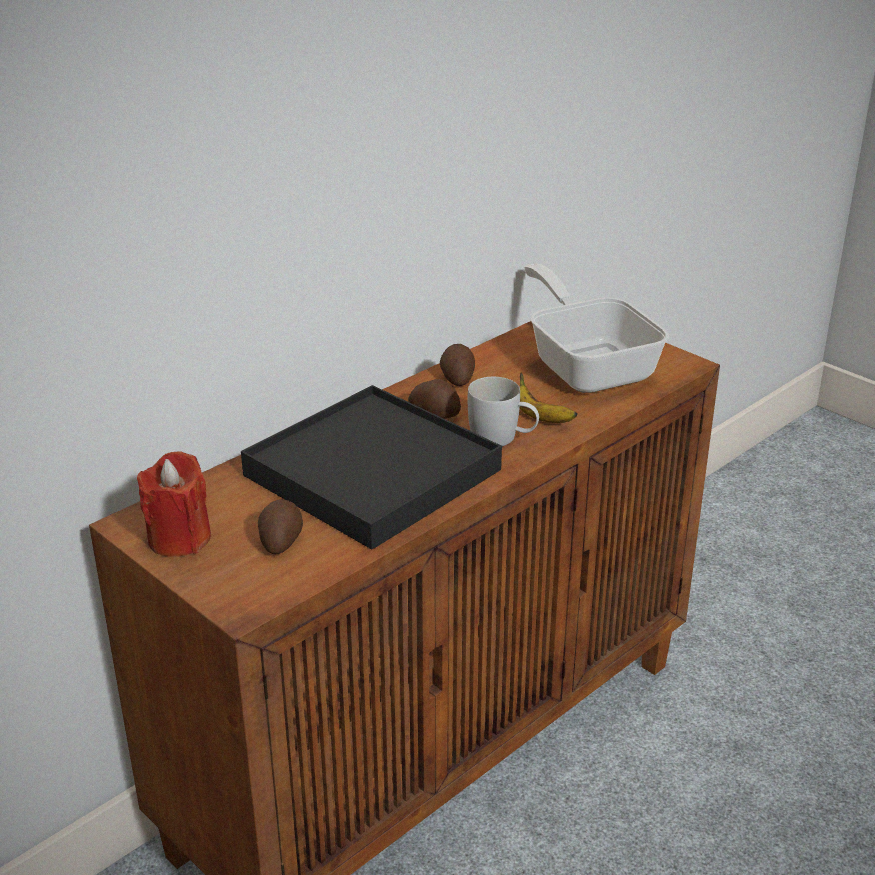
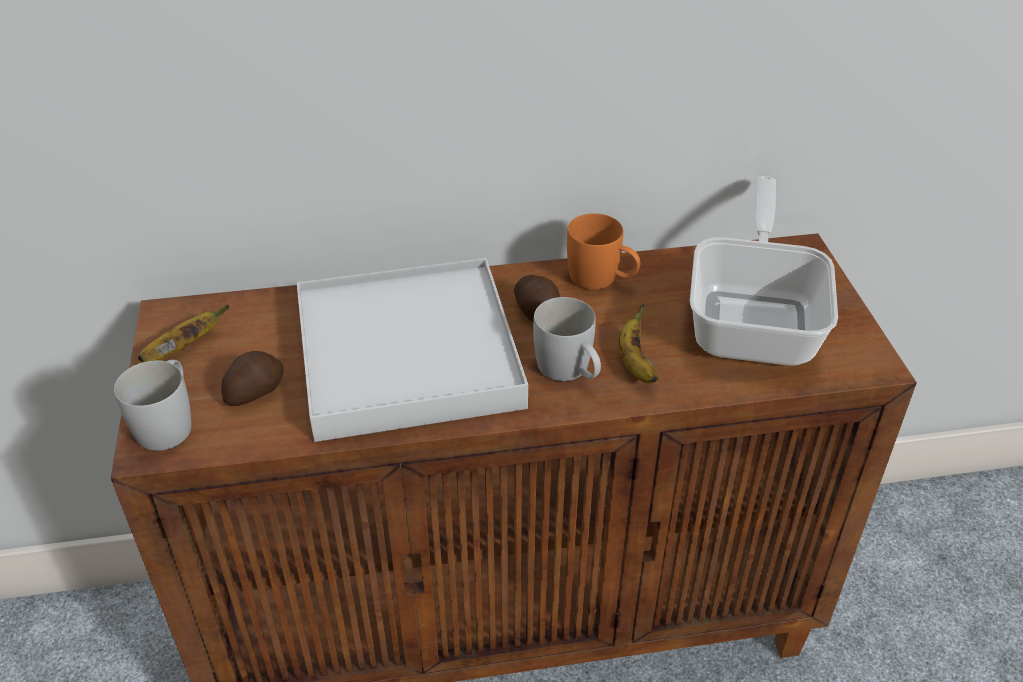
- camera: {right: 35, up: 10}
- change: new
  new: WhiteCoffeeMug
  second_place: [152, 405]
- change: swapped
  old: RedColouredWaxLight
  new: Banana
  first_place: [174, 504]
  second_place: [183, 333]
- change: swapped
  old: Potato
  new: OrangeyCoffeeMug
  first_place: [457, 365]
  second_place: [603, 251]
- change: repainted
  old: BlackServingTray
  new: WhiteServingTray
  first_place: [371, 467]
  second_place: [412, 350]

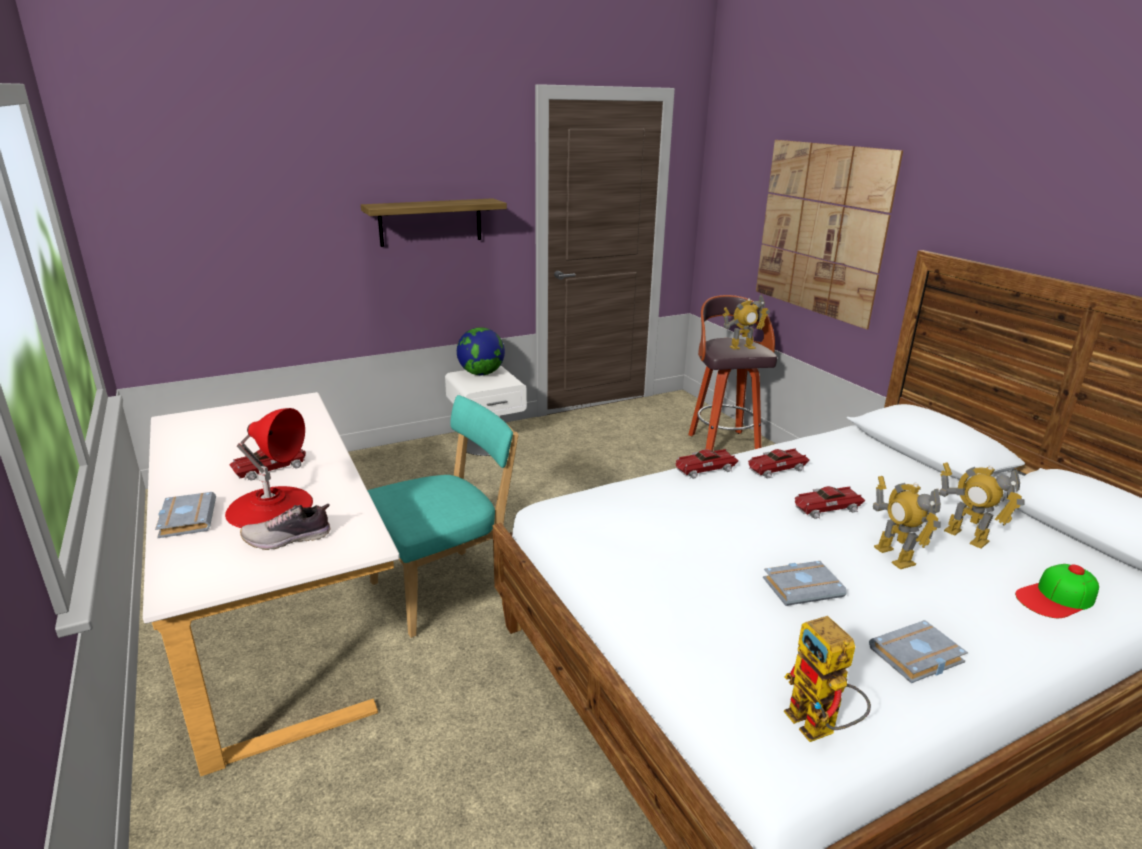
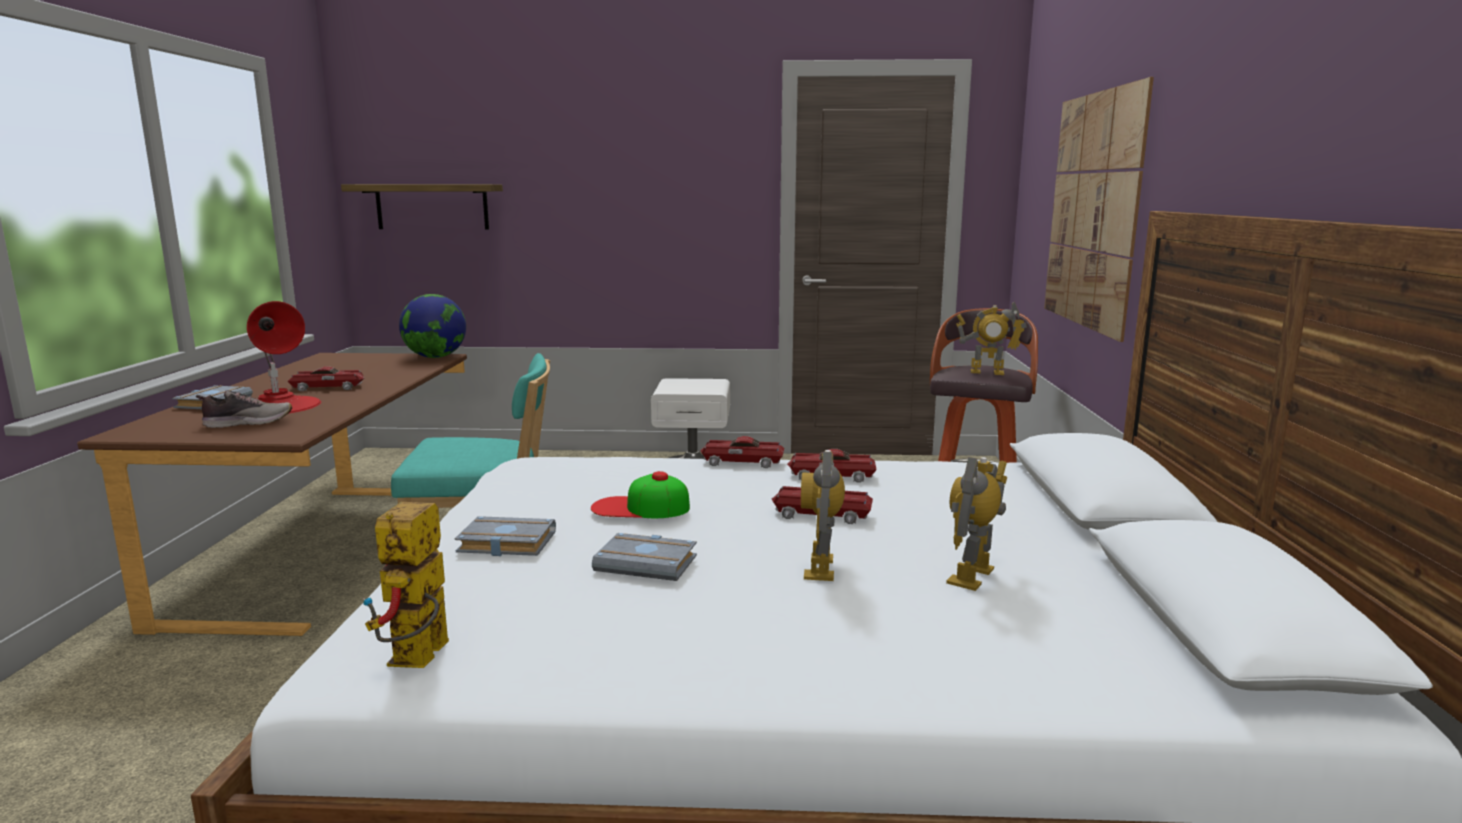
- camera: {right: 30, up: -10}
- change: shifted
  old: Shelf
  first_place: [434, 222]
  second_place: [422, 207]
- change: shifted
  old: WorldGlobe
  first_place: [481, 351]
  second_place: [432, 326]
- change: shifted
  old: GreyVolume
  first_place: [918, 651]
  second_place: [505, 536]
- change: shifted
  old: PeakedCap
  first_place: [1057, 591]
  second_place: [640, 494]
- change: repainted
  old: WhiteDesk
  new: BrownDesk
  first_place: [271, 584]
  second_place: [272, 494]
- change: rotated
  old: LowShoe
  first_place: [285, 527]
  second_place: [244, 409]
  degrees: 150
- change: rotated
  old: ToyRobot
  first_place: [981, 505]
  second_place: [976, 524]
  degrees: 45

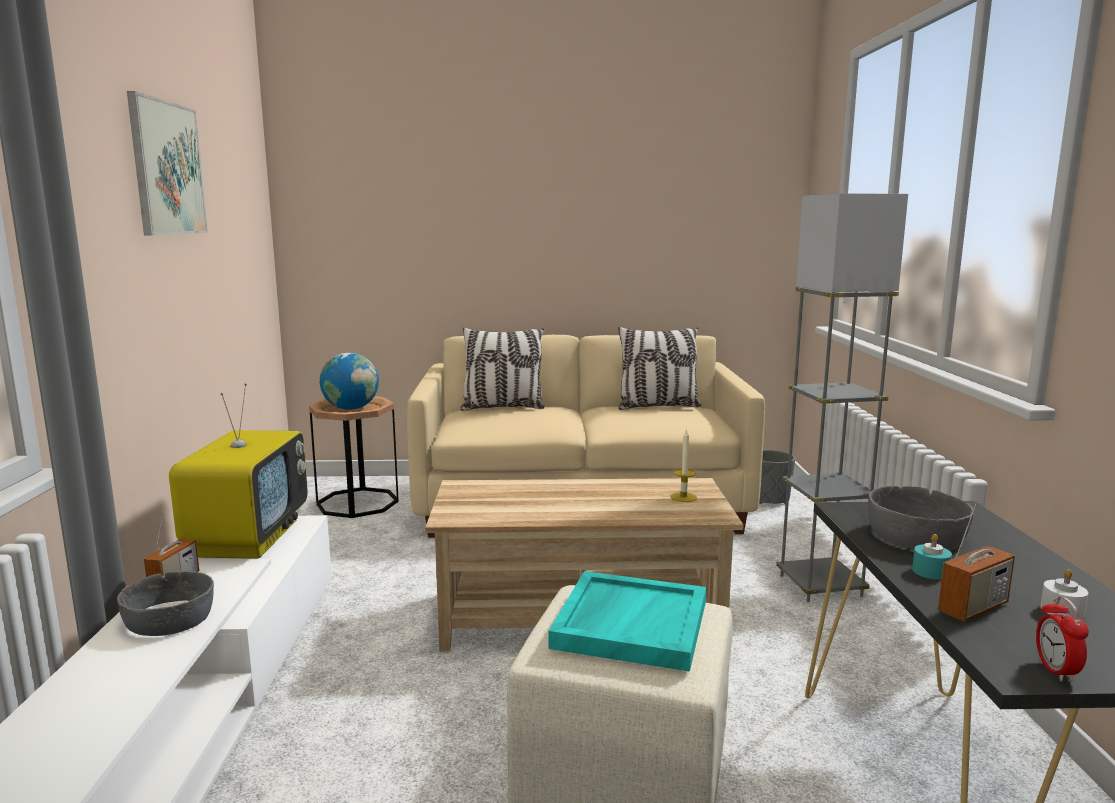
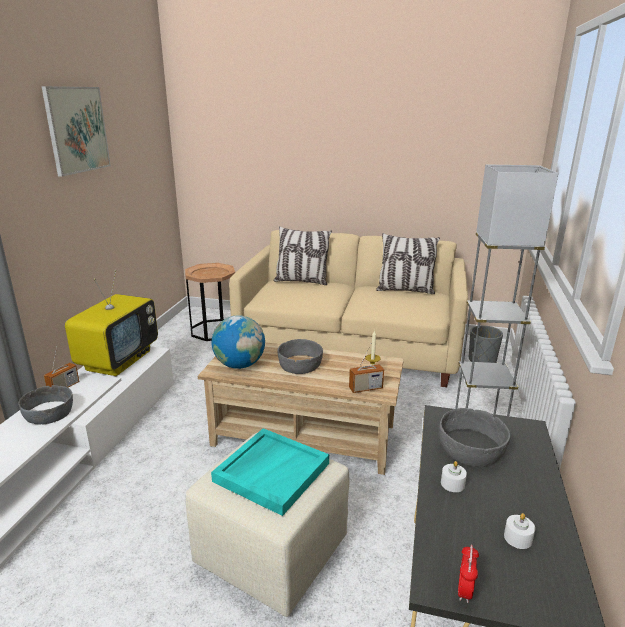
- camera: {right: 15, up: 10}
- change: new
  new: GreyServingBowl
  second_place: [300, 356]
- change: shifted
  old: WorldGlobe
  first_place: [349, 381]
  second_place: [238, 342]
- change: shifted
  old: RadioSet
  first_place: [976, 558]
  second_place: [366, 368]
- change: repainted
  old: BlueGreenWaxLight
  new: WhiteWaxLight
  first_place: [932, 557]
  second_place: [454, 476]

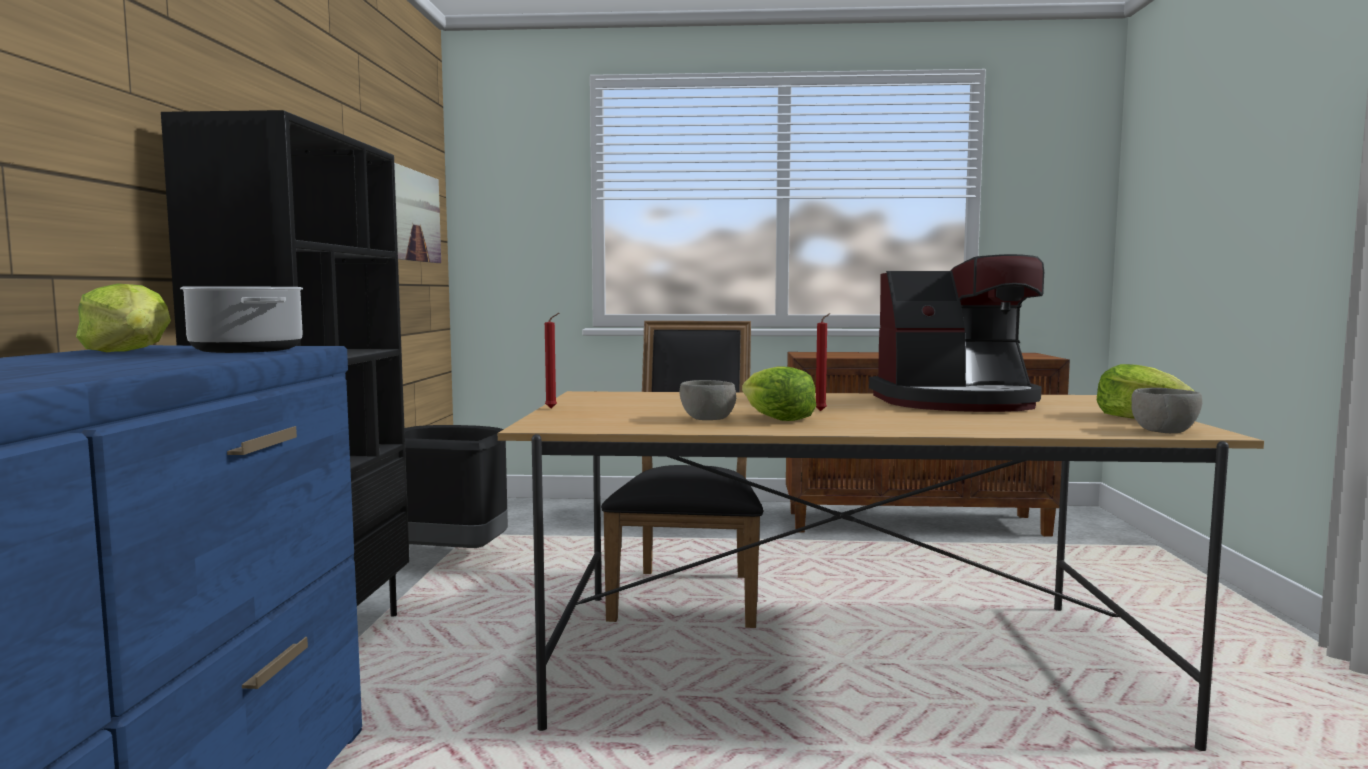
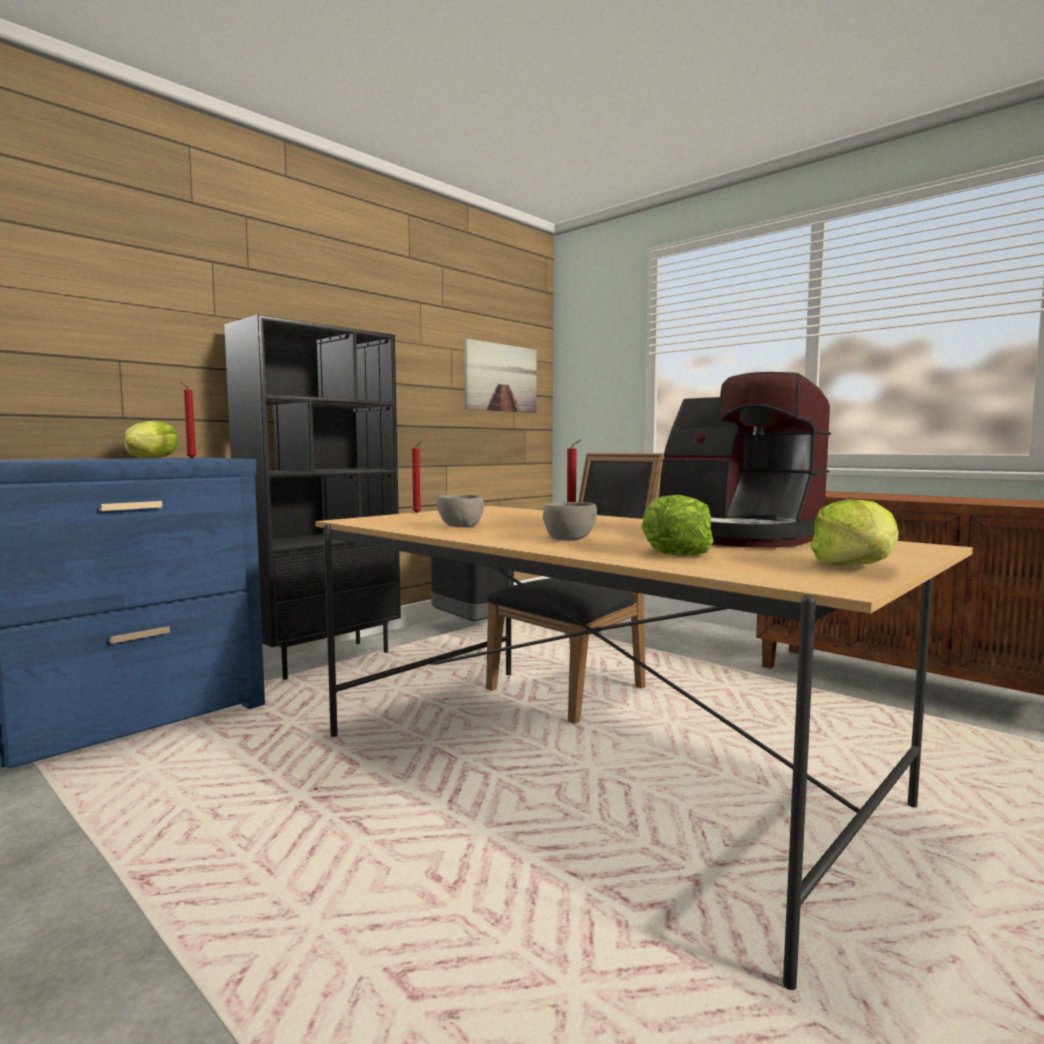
- camera: {right: 40, up: 0}
- change: shifted
  old: HeadOfLettuce
  first_place: [779, 393]
  second_place: [677, 525]
- change: shifted
  old: GreyServingBowl
  first_place: [1166, 410]
  second_place: [570, 521]
- change: swapped
  old: CookingPot
  new: RedColouredWaxLight
  first_place: [241, 319]
  second_place: [188, 420]

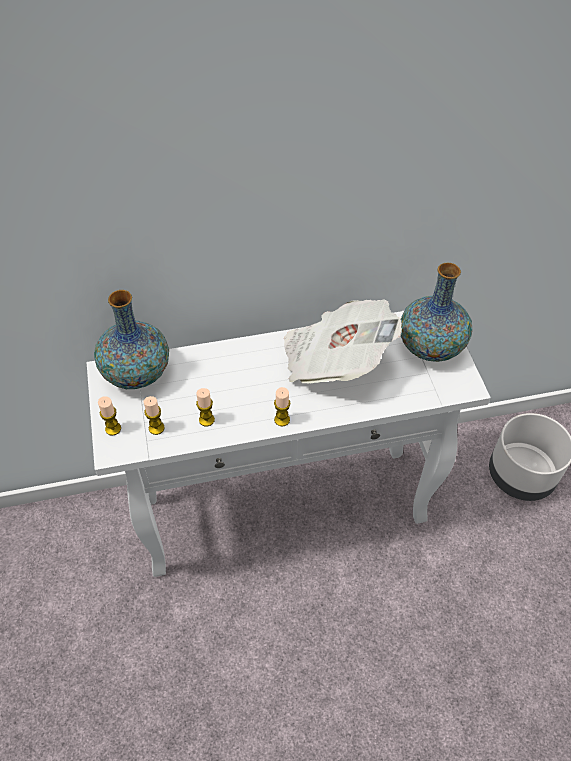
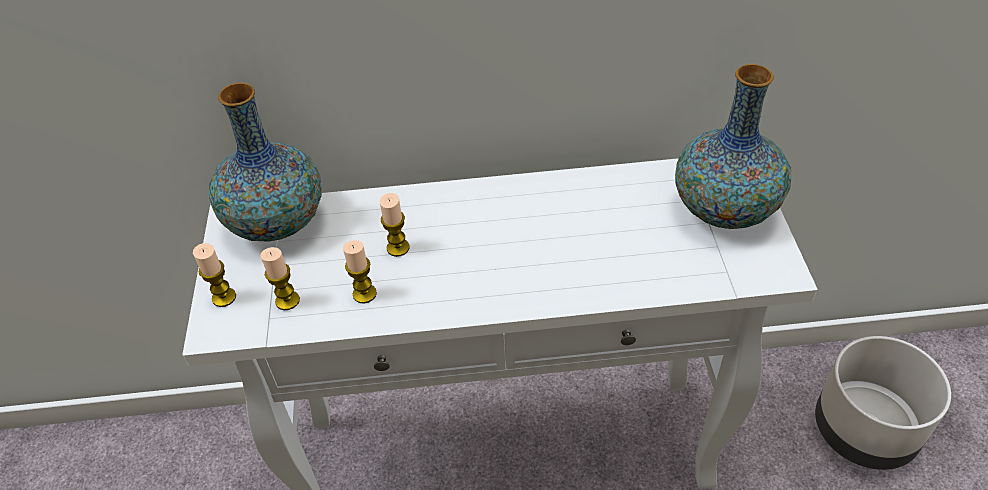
- camera: {right: 10, up: -5}
- change: gone
  old: DailyPaper
  first_place: [343, 342]
- change: shifted
  old: WaxLight
  first_place: [282, 406]
  second_place: [394, 225]

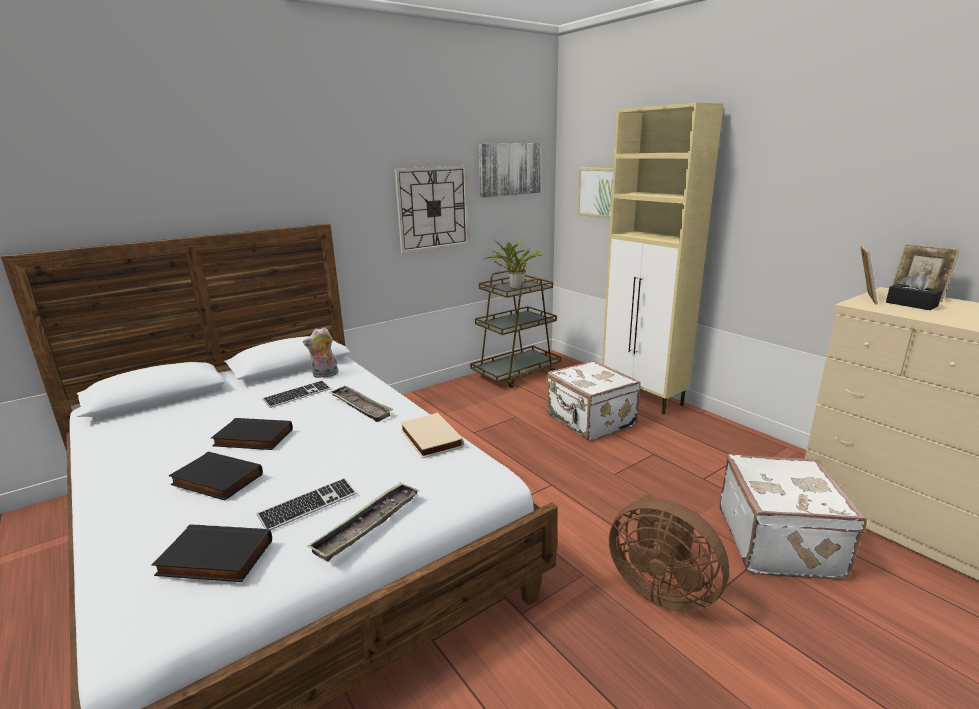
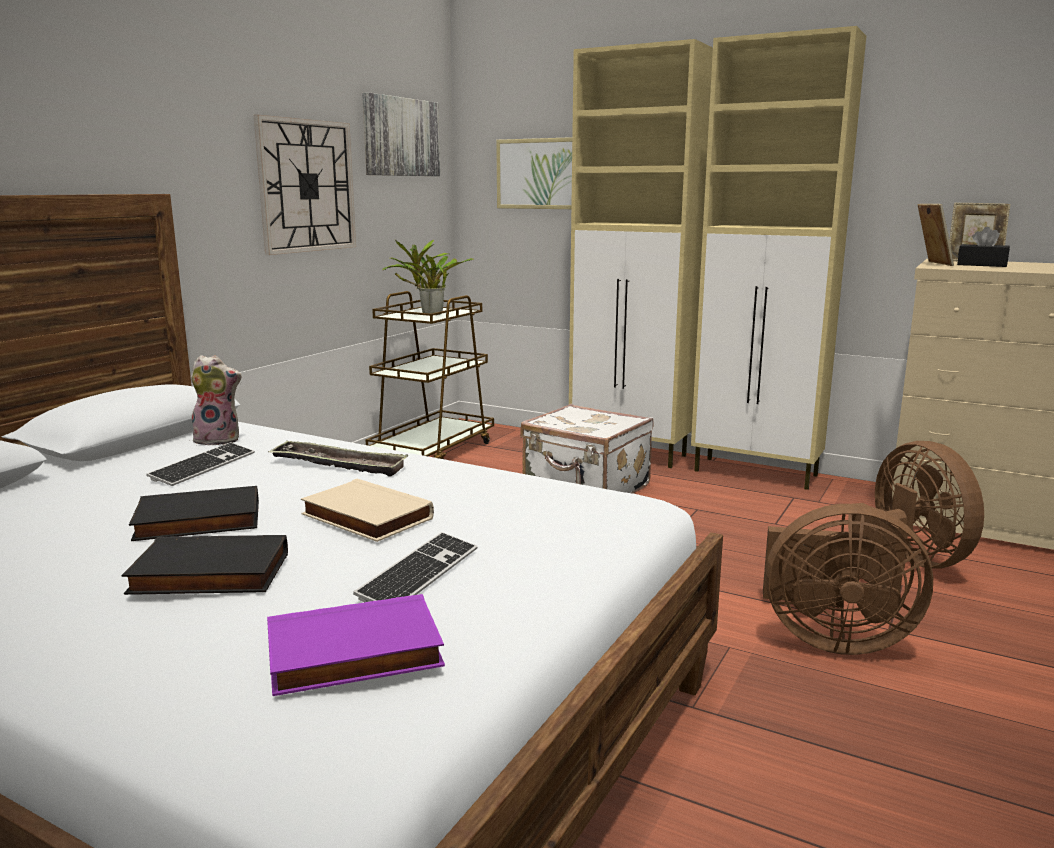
- camera: {right: -25, up: -5}
- change: gone
  old: ServingTray
  first_place: [364, 521]
- change: new
  new: SandColouredCabinet
  second_place: [778, 258]
- change: shifted
  old: SandColouredVolume
  first_place: [432, 435]
  second_place: [367, 510]
- change: swapped
  old: WhiteSuitcase
  new: BrownFan
  first_place: [793, 516]
  second_place: [918, 516]
- change: repainted
  old: BlackVolume
  new: PurplishVolume
  first_place: [211, 553]
  second_place: [356, 645]
- change: rotated
  old: SoftToy
  first_place: [321, 352]
  second_place: [216, 400]
  degrees: -135

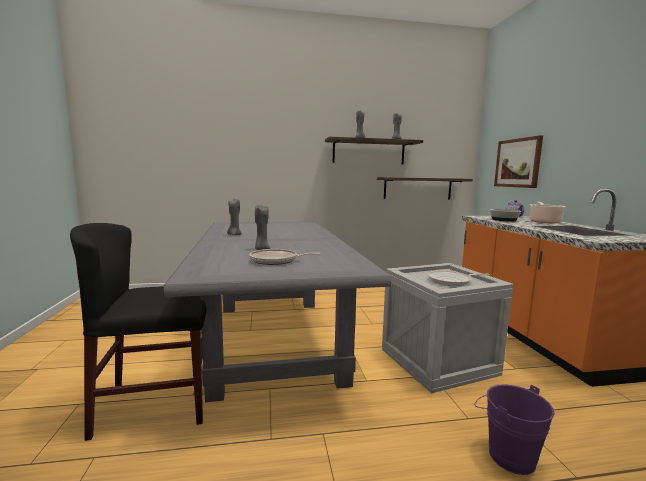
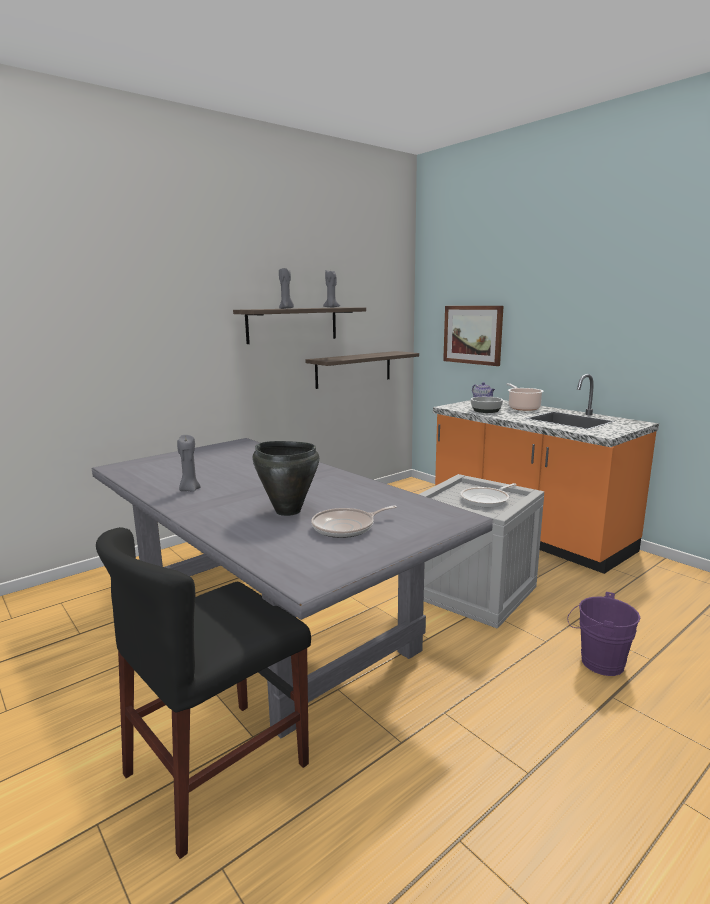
- camera: {right: -30, up: 5}
- change: swapped
  old: GreyWaxLight
  new: BlackCookingPot
  first_place: [262, 227]
  second_place: [286, 478]

